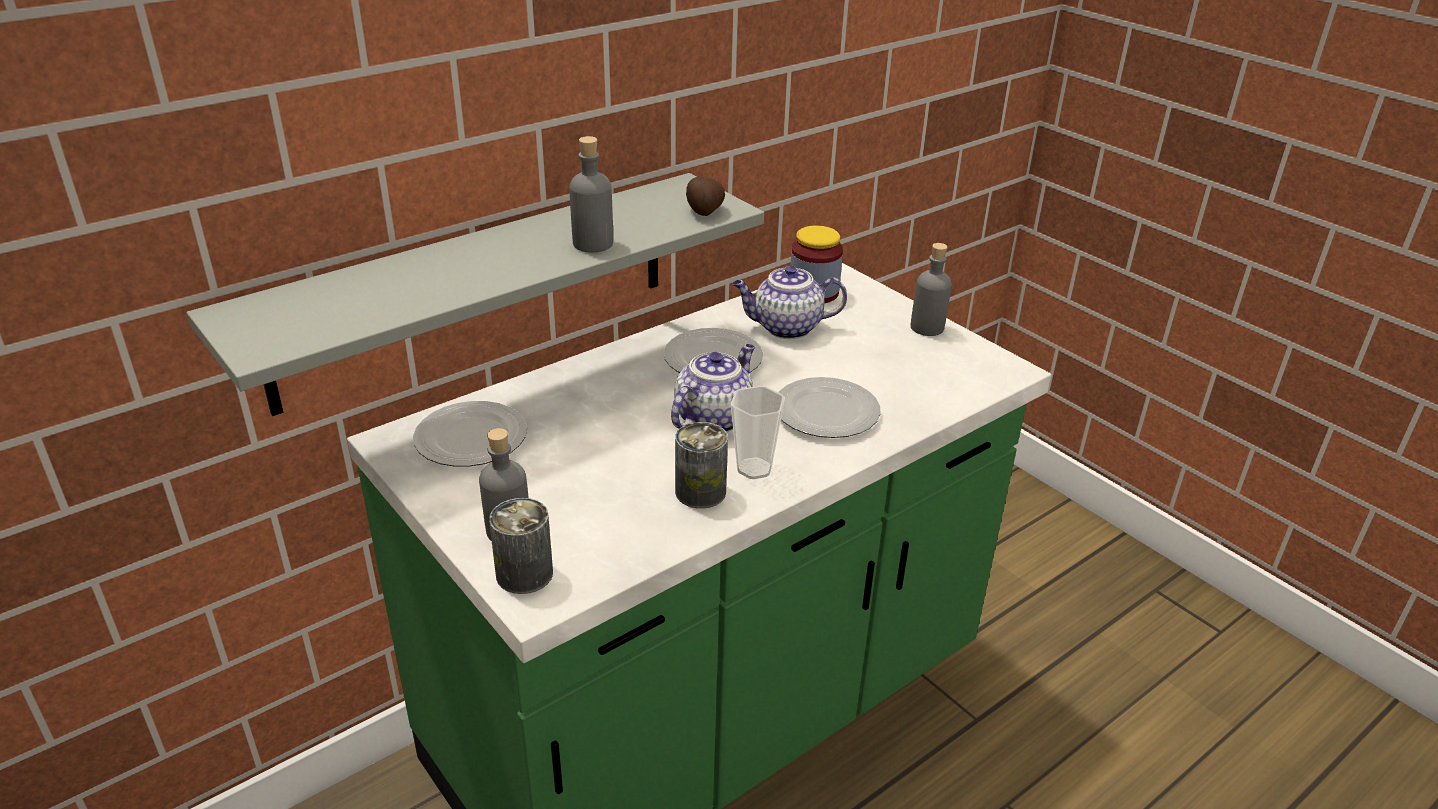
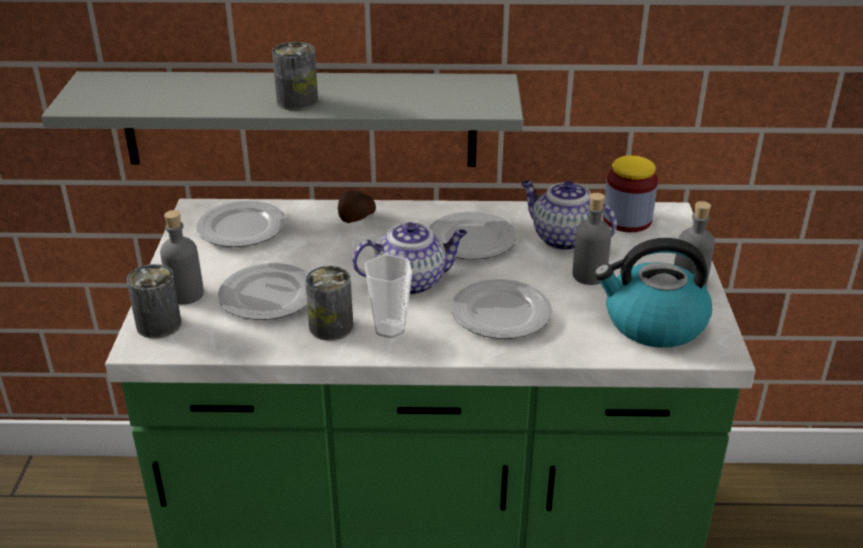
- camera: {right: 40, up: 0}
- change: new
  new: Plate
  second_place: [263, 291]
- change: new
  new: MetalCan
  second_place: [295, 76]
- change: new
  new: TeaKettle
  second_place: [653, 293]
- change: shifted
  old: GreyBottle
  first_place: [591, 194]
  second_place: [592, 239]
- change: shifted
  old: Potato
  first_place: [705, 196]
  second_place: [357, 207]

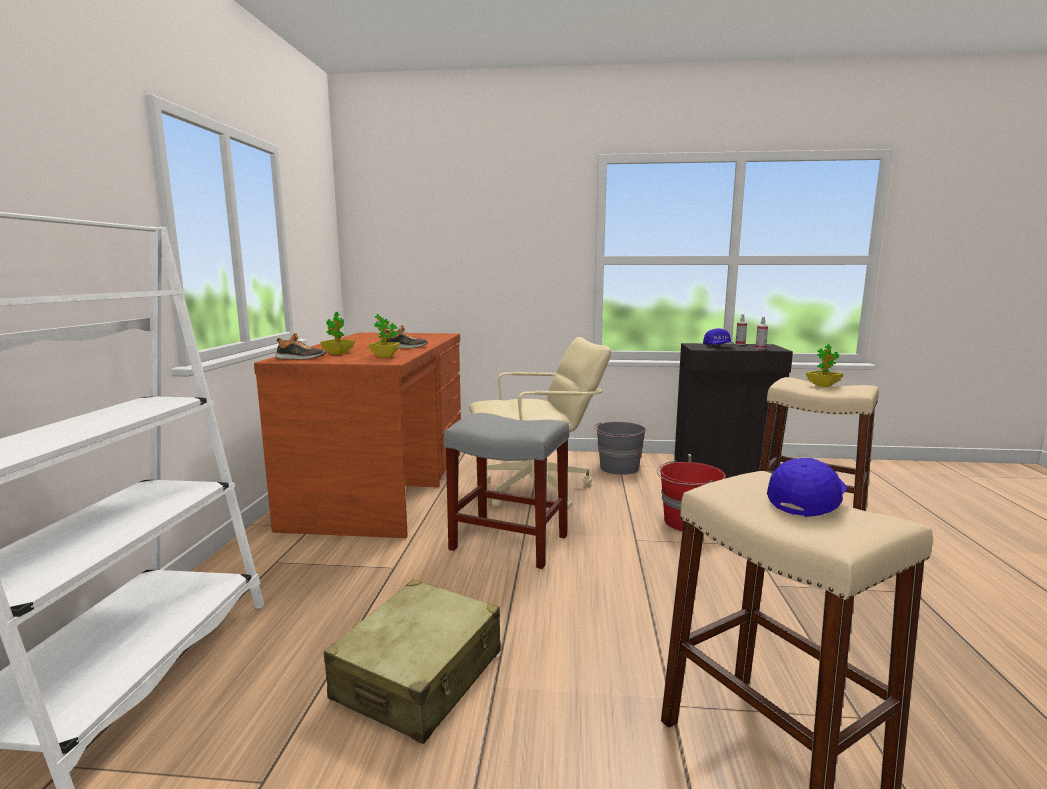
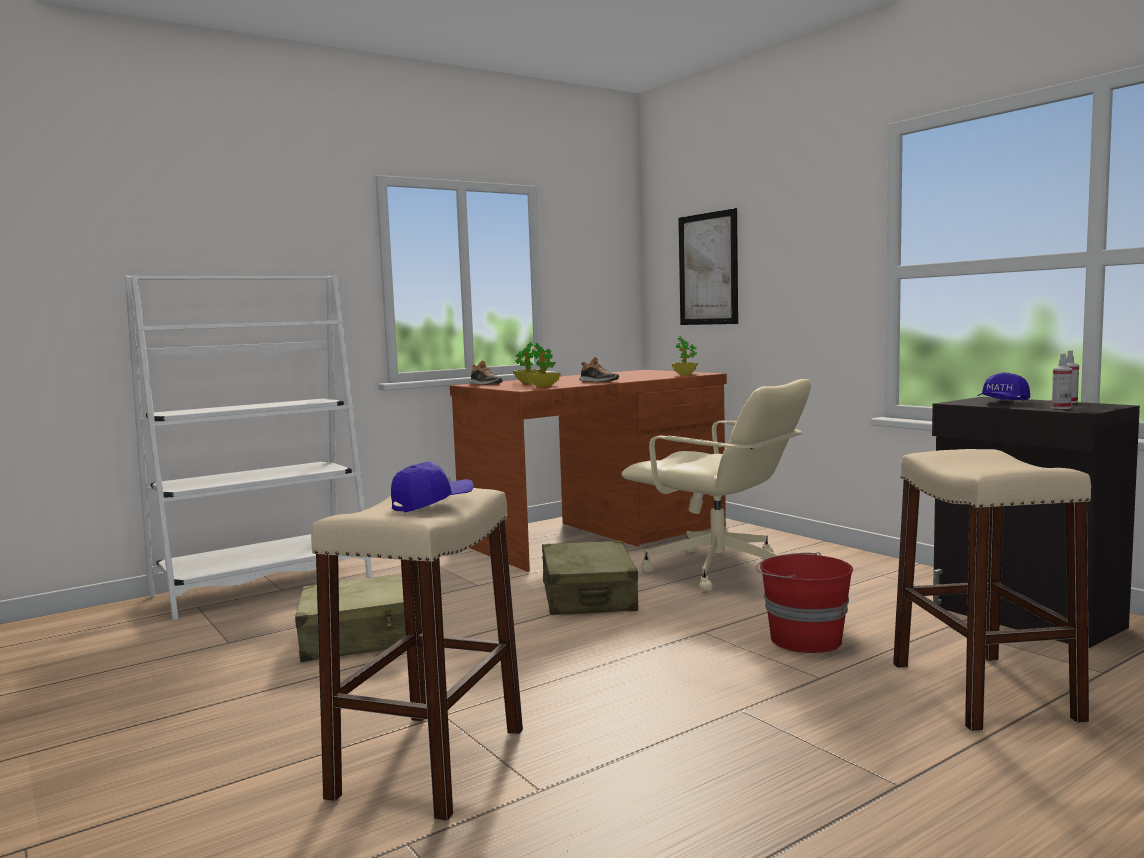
- camera: {right: 50, up: -5}
- change: gone
  old: GreyWaterBucket
  first_place: [620, 448]
- change: new
  new: WallPicture
  second_place: [708, 266]
- change: shifted
  old: PlantInAPot
  first_place: [824, 365]
  second_place: [685, 355]
- change: swapped
  old: GreyStool
  new: SandColouredSuitcase
  first_place: [506, 491]
  second_place: [590, 577]
- change: rotated
  old: BluePeakedCap
  first_place: [807, 487]
  second_place: [432, 487]
  degrees: -45

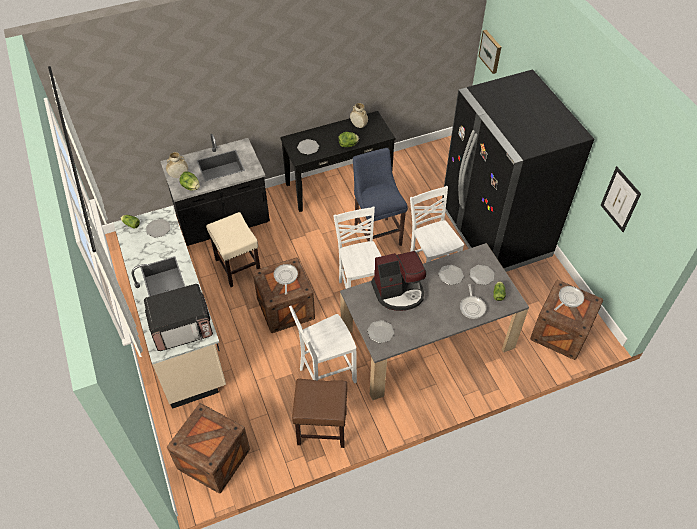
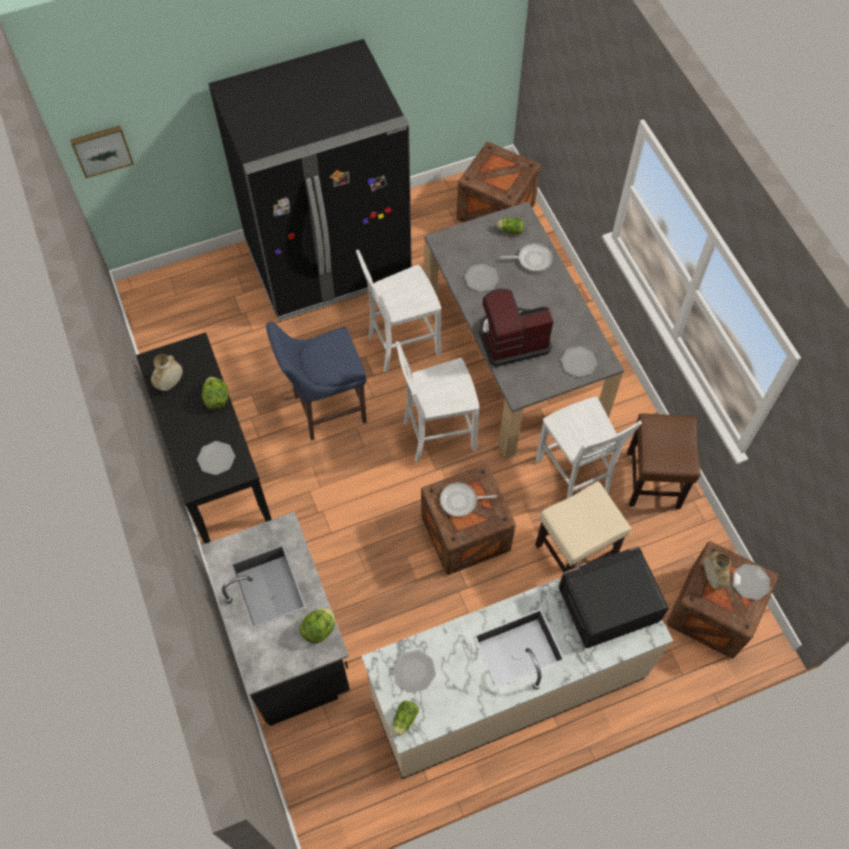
- camera: {right: -90, up: 10}
- change: gone
  old: FryingPan
  first_place: [569, 298]
- change: gone
  old: WallPicture
  first_place: [621, 199]
- change: shifted
  old: SandColouredDecorativeVase
  first_place: [177, 165]
  second_place: [717, 570]
- change: shifted
  old: SandColouredStool
  first_place: [233, 249]
  second_place: [583, 527]
- change: shifted
  old: Plate
  first_place: [482, 275]
  second_place: [751, 582]
- change: rotated
  old: MicrowaveOven
  first_place: [178, 317]
  second_place: [613, 597]
  degrees: -90
- change: rotated
  old: CoffeeMachine
  first_place: [398, 281]
  second_place: [516, 328]
  degrees: -90

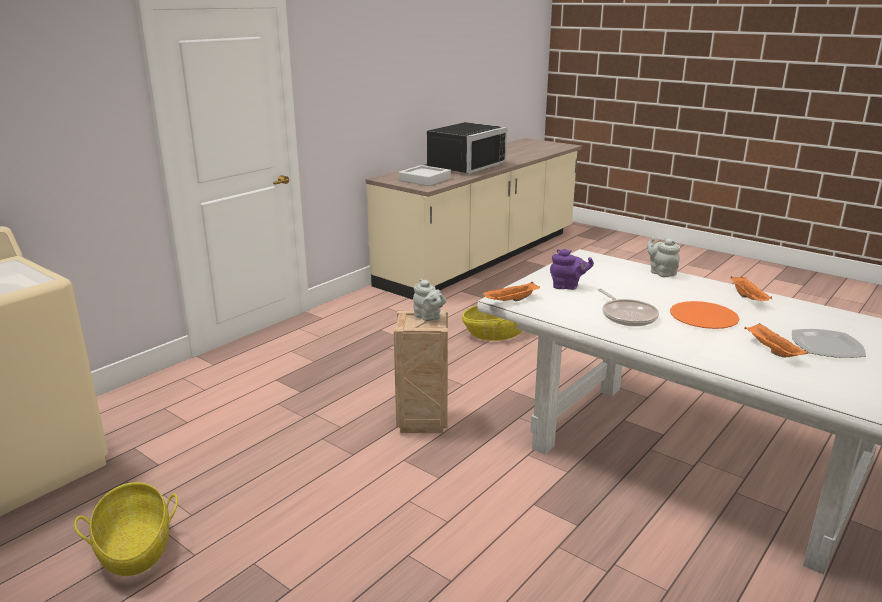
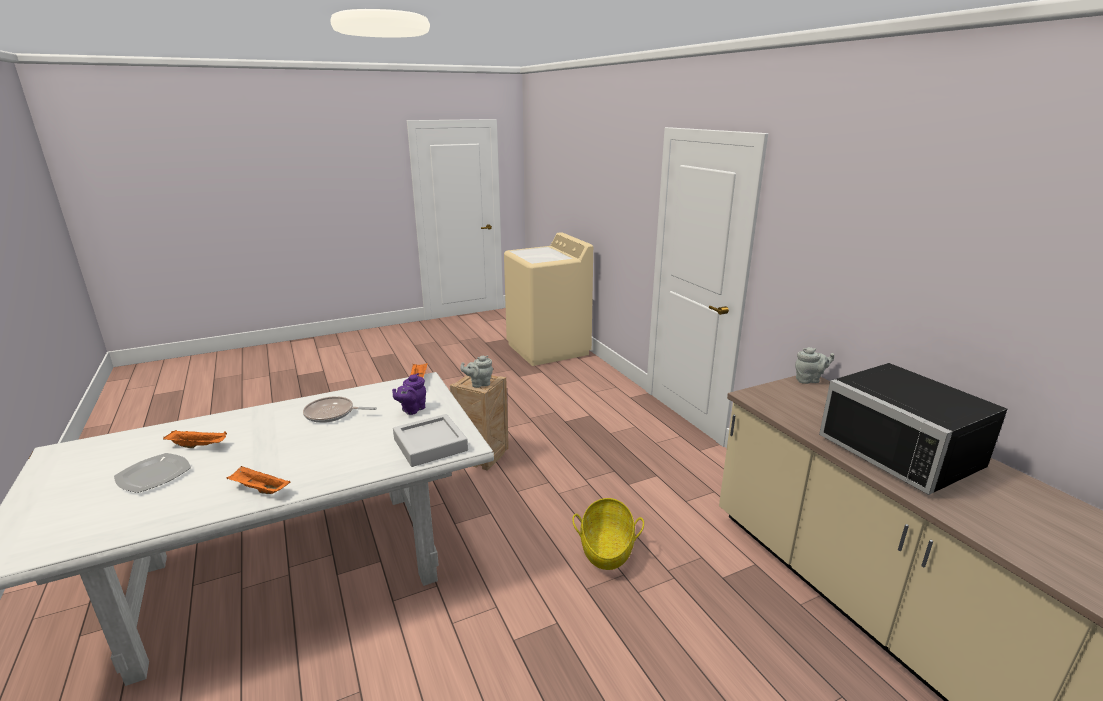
- camera: {right: 115, up: 0}
- change: gone
  old: HouseholdBasket
  first_place: [126, 529]
- change: gone
  old: OrangeyPlate
  first_place: [704, 315]
- change: shifted
  old: GreyServingTray
  first_place: [424, 175]
  second_place: [430, 440]
- change: shifted
  old: GreyPotForTea
  first_place: [663, 257]
  second_place: [814, 365]

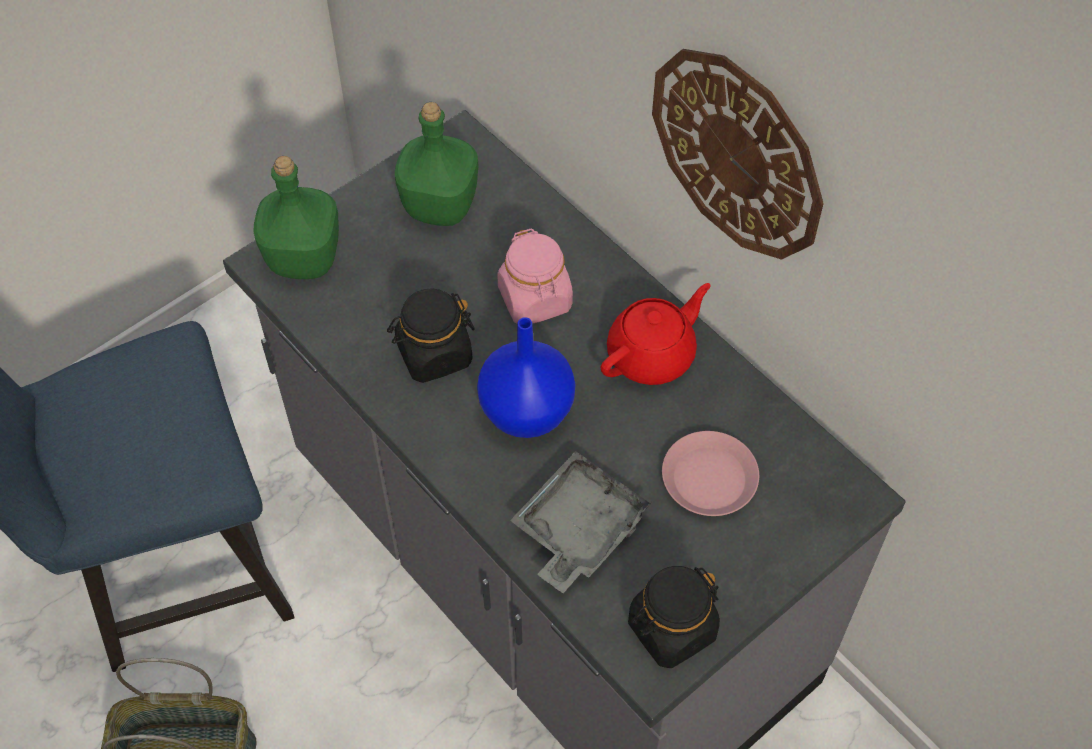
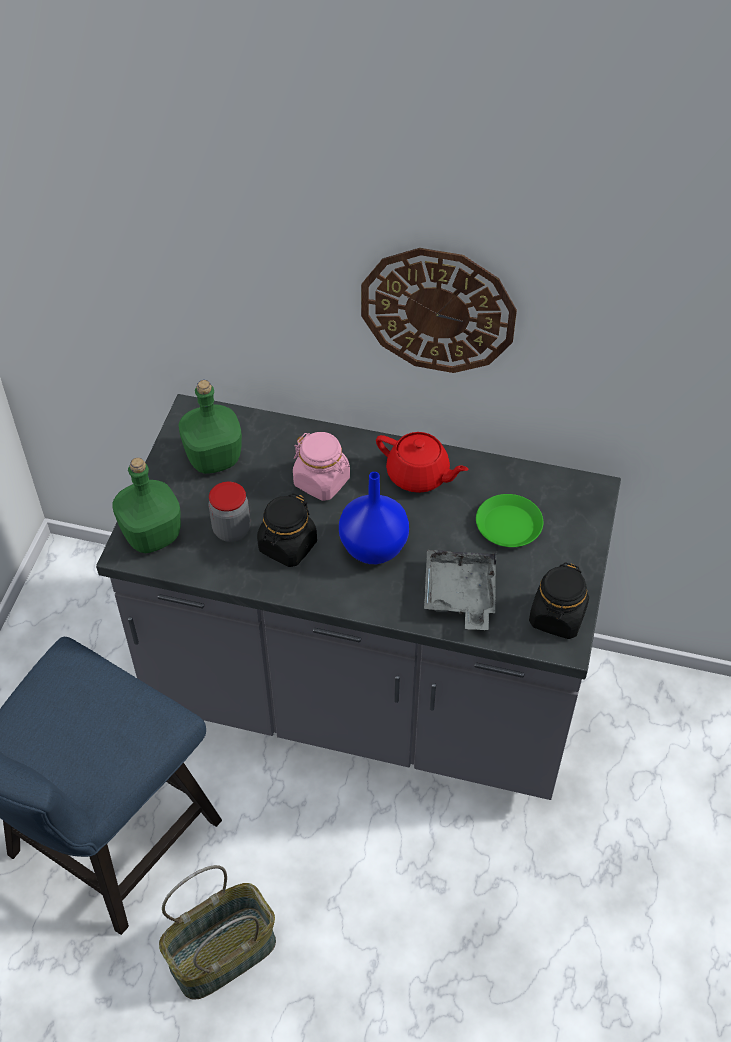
- camera: {right: -35, up: -5}
- change: new
  new: PreserveJar
  second_place: [229, 512]
- change: repainted
  old: PinkColouredPlate
  new: GreenColouredPlate
  first_place: [710, 473]
  second_place: [509, 520]
- change: rotated
  old: RedColouredPotForTea
  first_place: [656, 334]
  second_place: [422, 462]
  degrees: 105

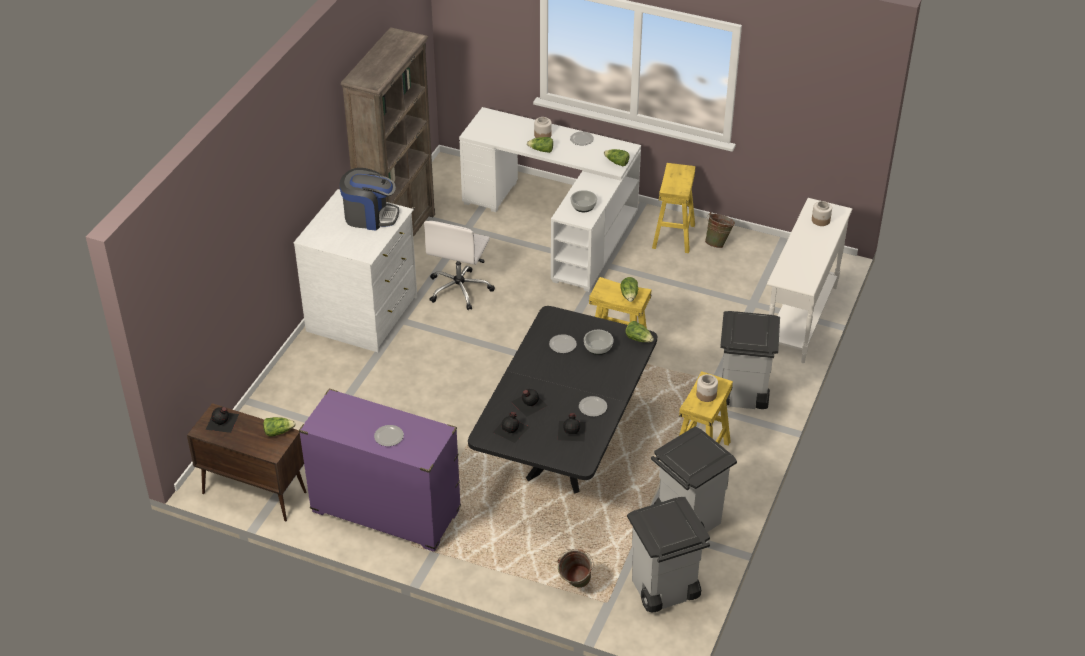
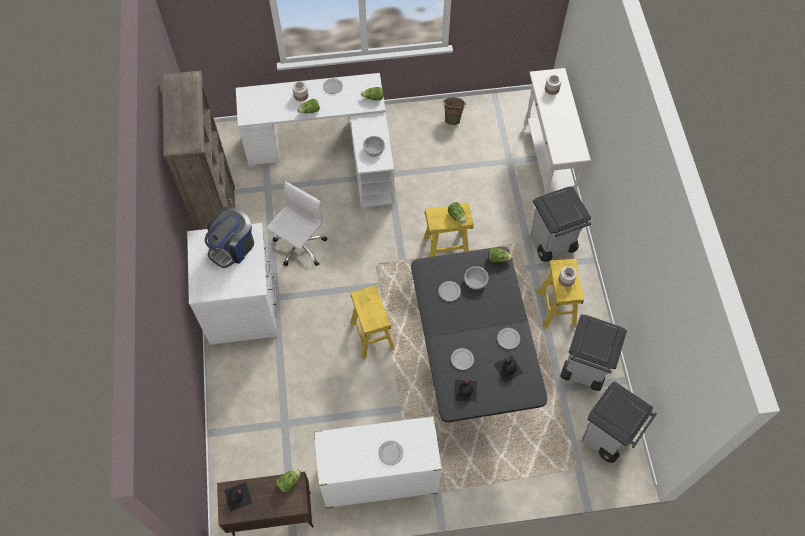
- camera: {right: -30, up: 20}
- change: gone
  old: GreenColouredWaterBucket
  first_place: [575, 568]
- change: shifted
  old: YellowStool
  first_place: [673, 208]
  second_place: [373, 322]
- change: swapped
  old: BlackBottle
  new: Plate
  first_place: [530, 403]
  second_place: [462, 359]
- change: repainted
  old: PurplishDrawerChest
  new: WhiteDrawerChest
  first_place: [380, 470]
  second_place: [377, 462]
- change: rotated
  old: CoffeeMachine
  first_place: [369, 199]
  second_place: [229, 237]
  degrees: 150
- change: rotated
  old: WhiteDeskChair
  first_place: [459, 265]
  second_place: [296, 224]
  degrees: -135

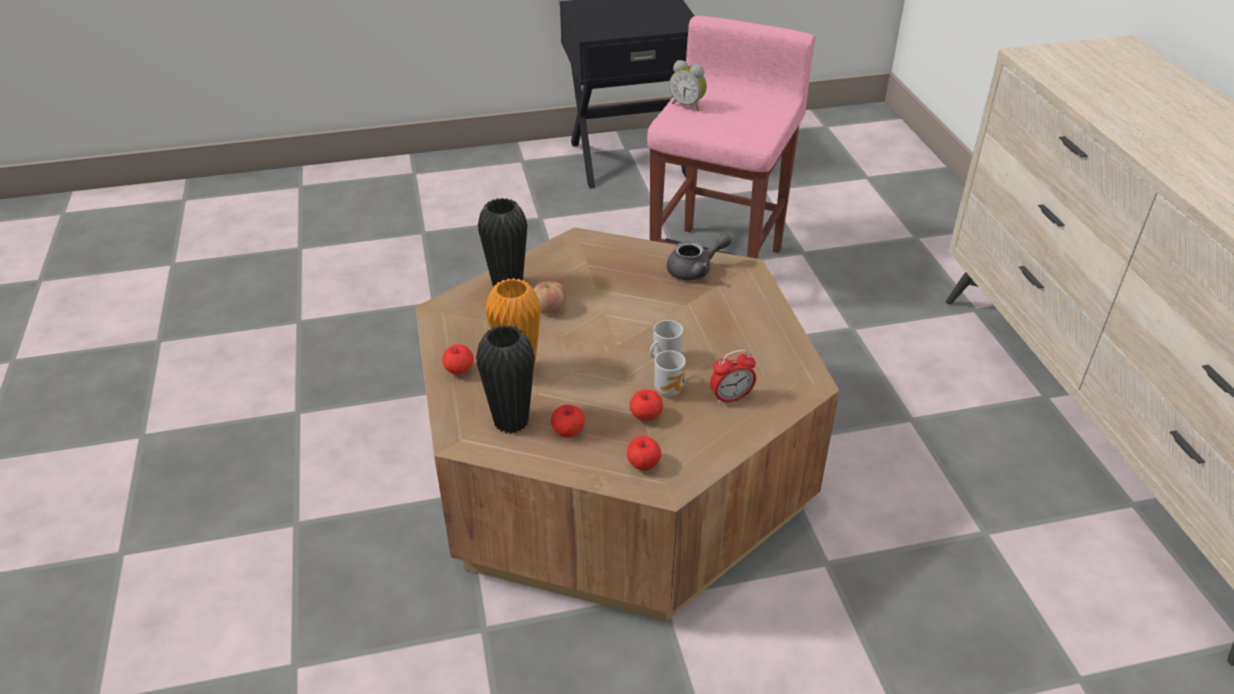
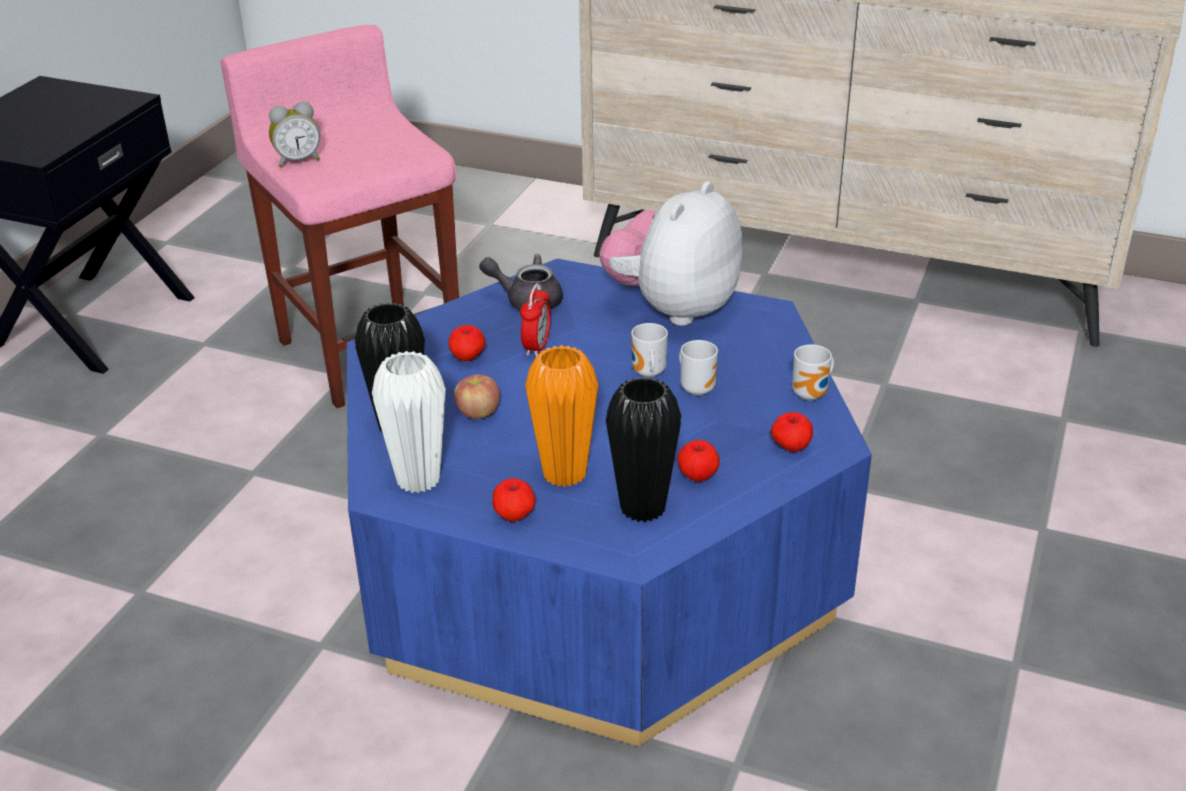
- camera: {right: -55, up: -5}
- change: new
  new: WhiteDecorativeVase
  second_place: [409, 422]
- change: new
  new: SoftToy
  second_place: [671, 253]
- change: new
  new: CoffeeMug
  second_place: [813, 372]
- change: shifted
  old: AppleFruit
  first_place: [646, 405]
  second_place: [466, 343]
- change: shifted
  old: AlarmClock
  first_place: [733, 377]
  second_place: [535, 319]
- change: repainted
  old: BrownLoungeTable
  new: BlueLoungeTable
  first_place: [627, 424]
  second_place: [609, 502]
- change: rotated
  old: GreyPotForTea
  first_place: [699, 256]
  second_place: [521, 282]
  degrees: -90

